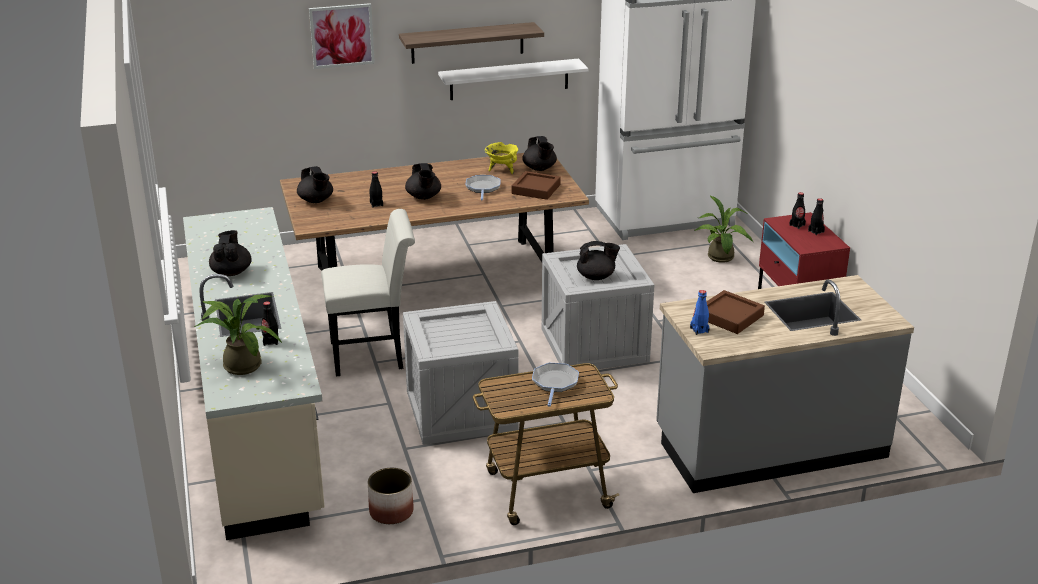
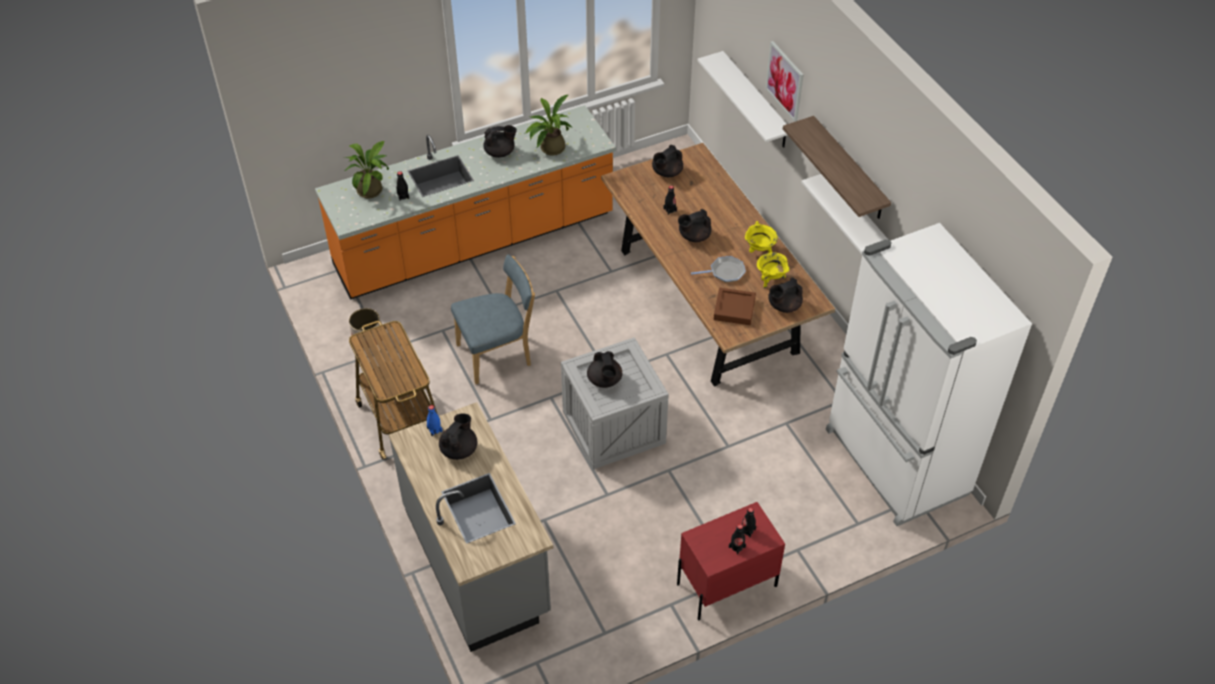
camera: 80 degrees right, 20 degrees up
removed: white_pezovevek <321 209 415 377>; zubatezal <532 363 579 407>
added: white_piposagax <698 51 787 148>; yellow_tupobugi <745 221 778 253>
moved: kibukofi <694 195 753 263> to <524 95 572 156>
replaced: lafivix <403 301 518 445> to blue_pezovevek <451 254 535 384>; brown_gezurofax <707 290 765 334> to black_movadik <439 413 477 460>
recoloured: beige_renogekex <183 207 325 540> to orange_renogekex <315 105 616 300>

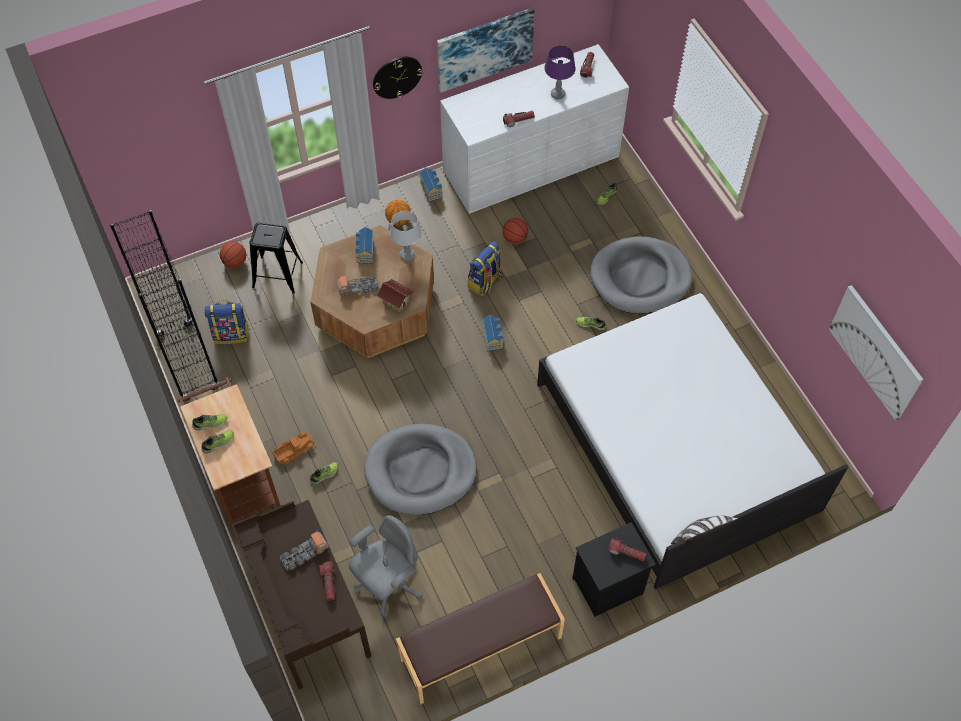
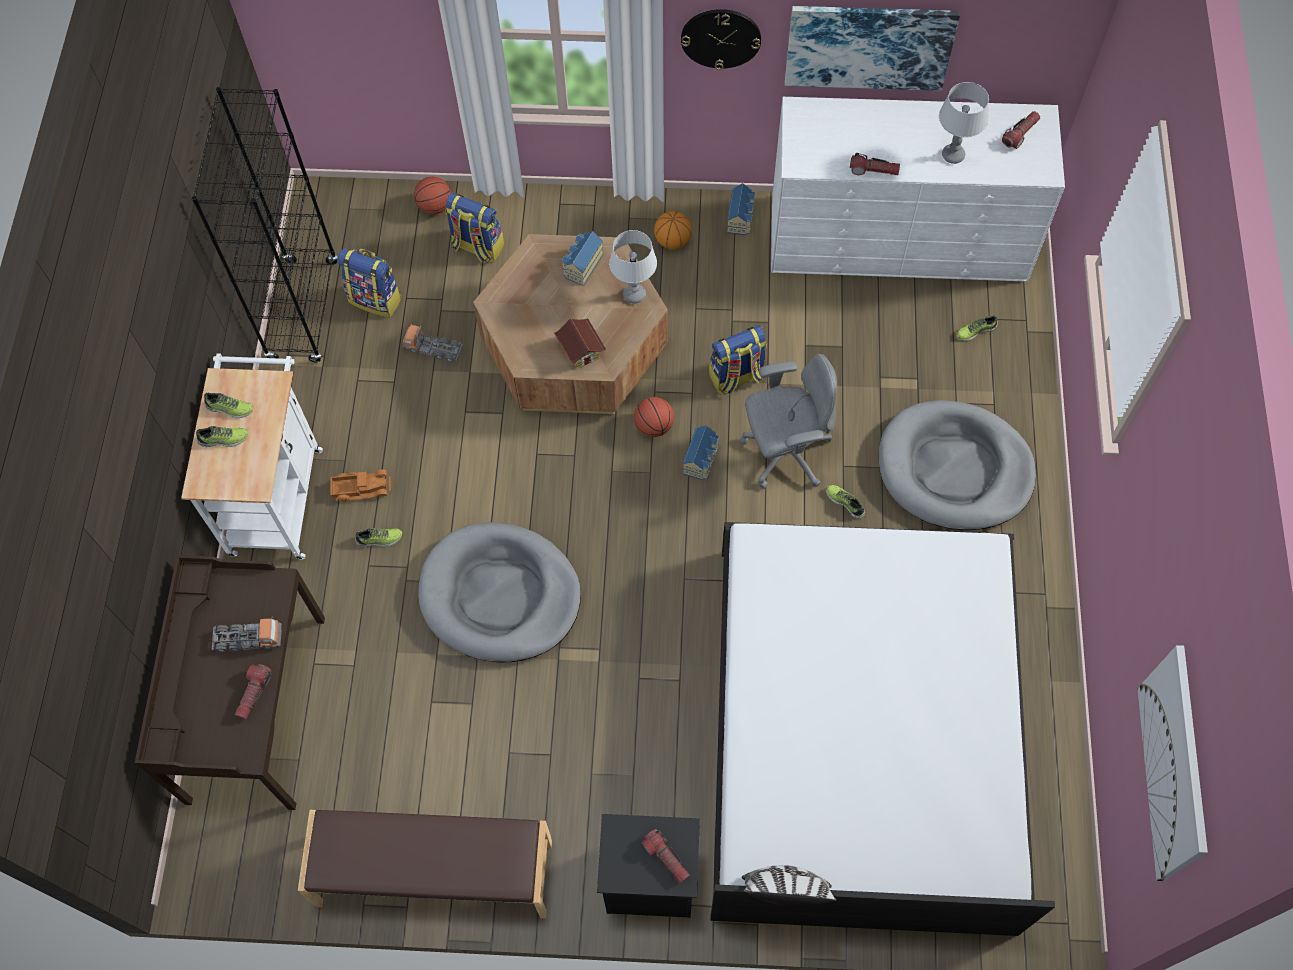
camera: 30 degrees right, 5 degrees up
moved: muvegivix <337 275 379 296> to <403 324 463 362>; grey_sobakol <349 515 423 618> to <740 353 837 489>; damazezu <502 218 528 244> to <634 397 674 437>
replaced: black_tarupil <250 223 303 294> to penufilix <445 193 504 263>
recoloured: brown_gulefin <177 377 282 527> to white_gulefin <181 353 323 559>; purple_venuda <544 45 576 99> to grey_venuda <939 82 989 164>

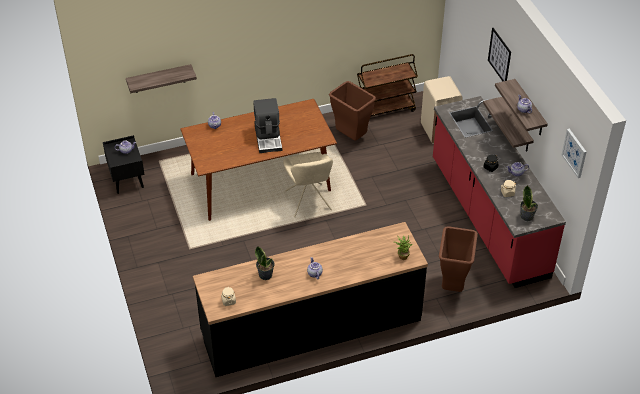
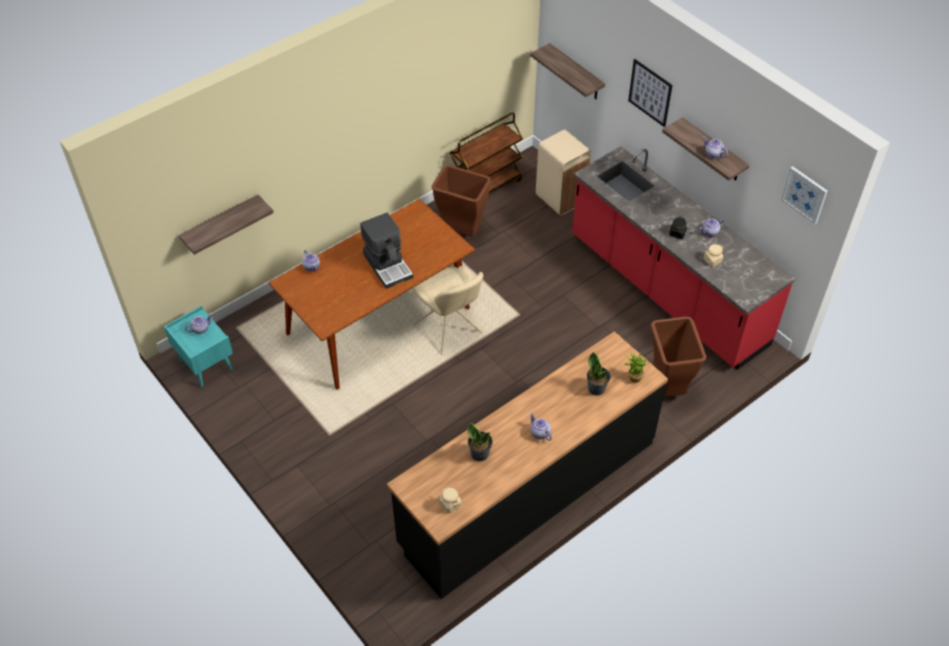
camera: 20 degrees left, 5 degrees up
moved: piposagax <483 97 534 151> to <530 43 605 99>; kibukofi <520 185 538 221> to <587 352 611 395>
recoloured: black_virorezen <103 135 145 194> to turquoise_virorezen <164 306 233 387>

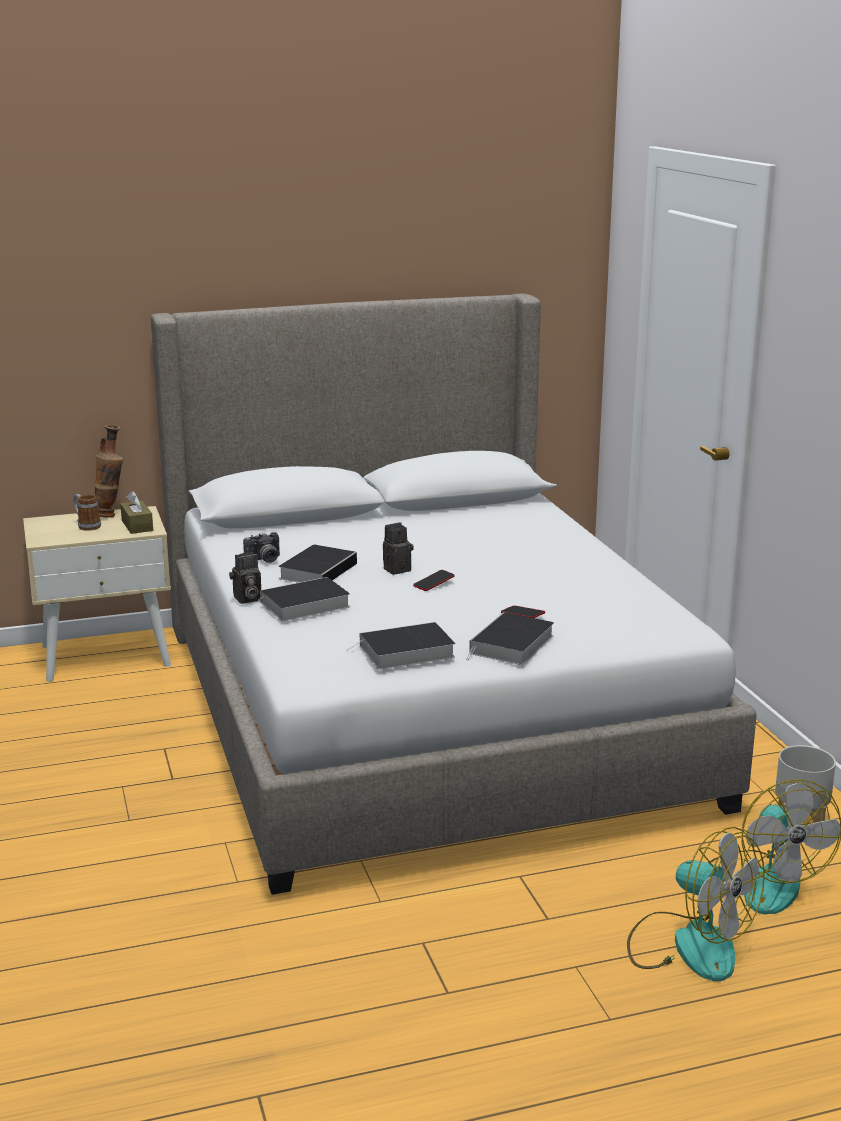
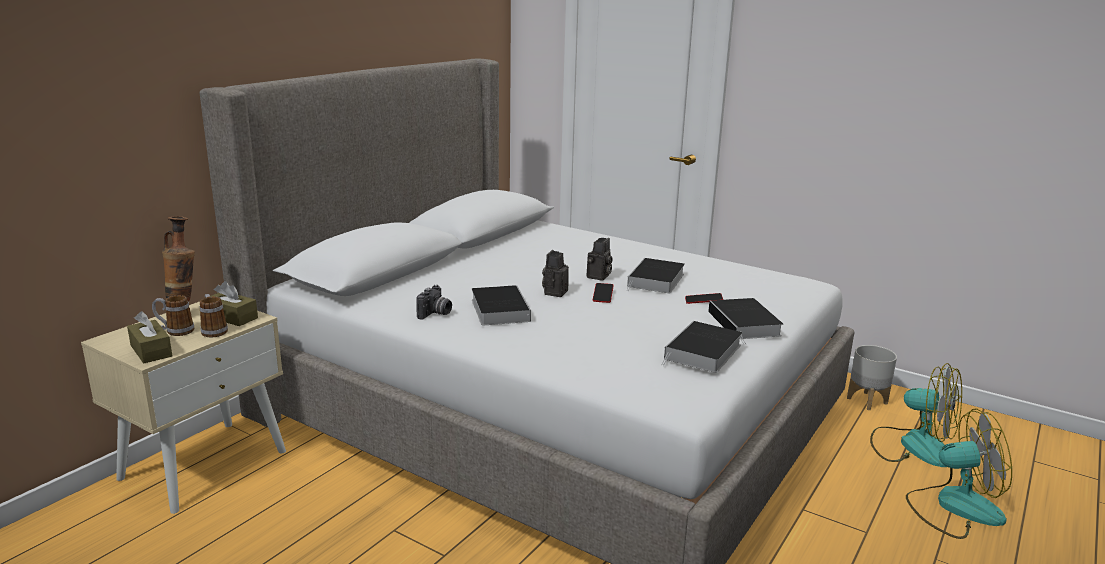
camera: 40 degrees left, 0 degrees up
added: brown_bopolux <127 311 172 363>; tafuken <200 294 228 337>
moved: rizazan <229 552 261 604> to <587 238 612 281>; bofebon <248 577 350 621> to <627 258 685 294>

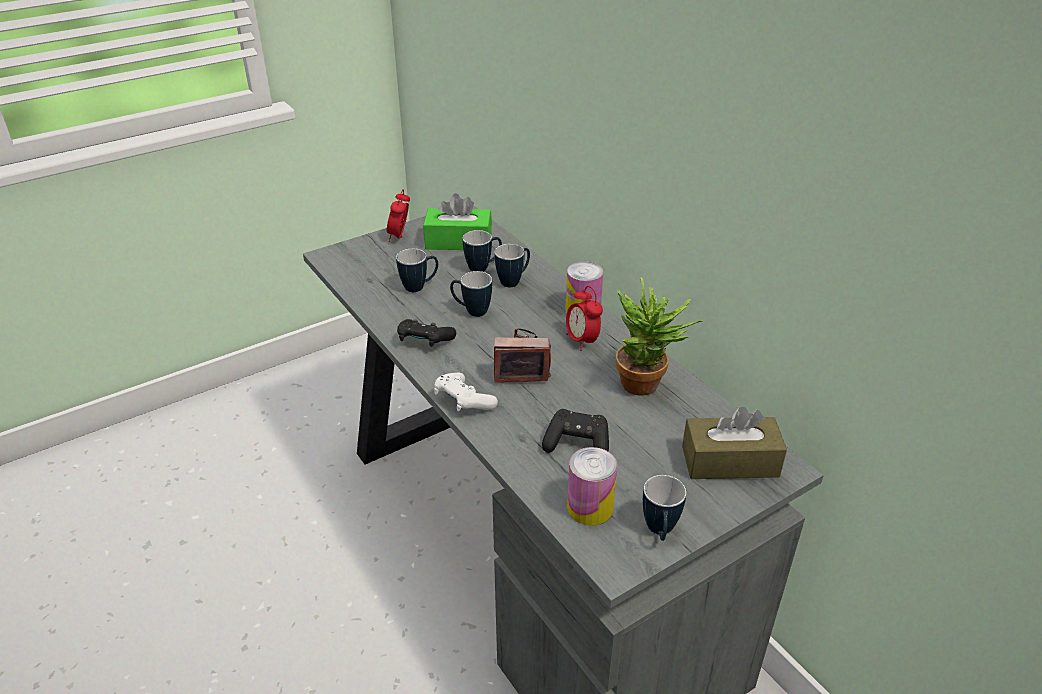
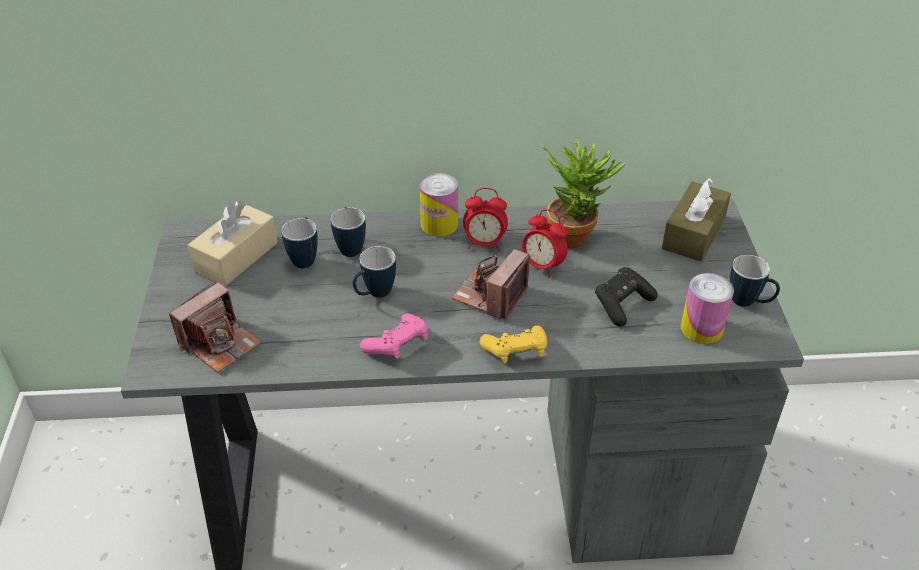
camera: 60 degrees left, 5 degrees up
removed: tafuken <396 248 438 292>
added: rizazan <169 281 261 373>
moved: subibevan <387 189 410 242> to <522 209 568 277>
recoloured: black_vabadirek <397 319 456 347> to pink_vabadirek <360 313 428 359>; green_bopolux <423 193 492 250> to beige_bopolux <188 200 278 286>; white_vabadirek <434 373 498 411> to yellow_vabadirek <480 325 547 363>

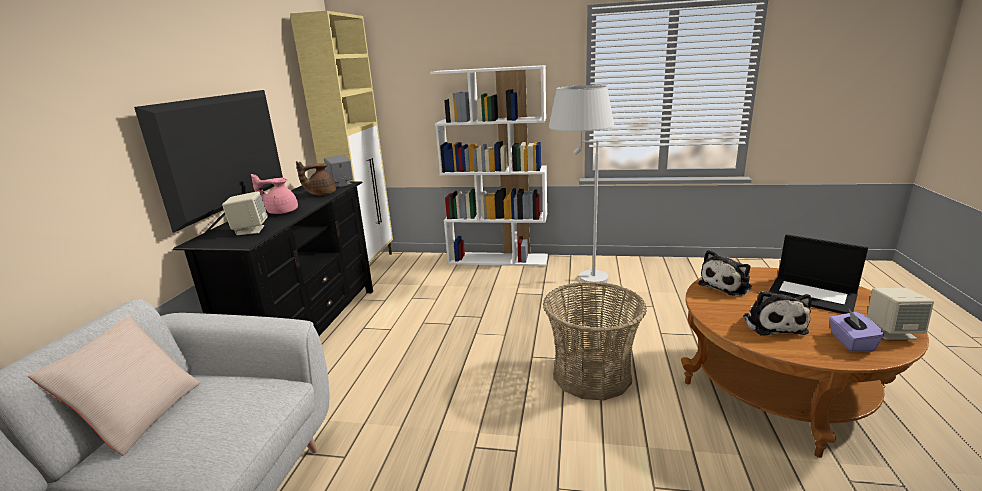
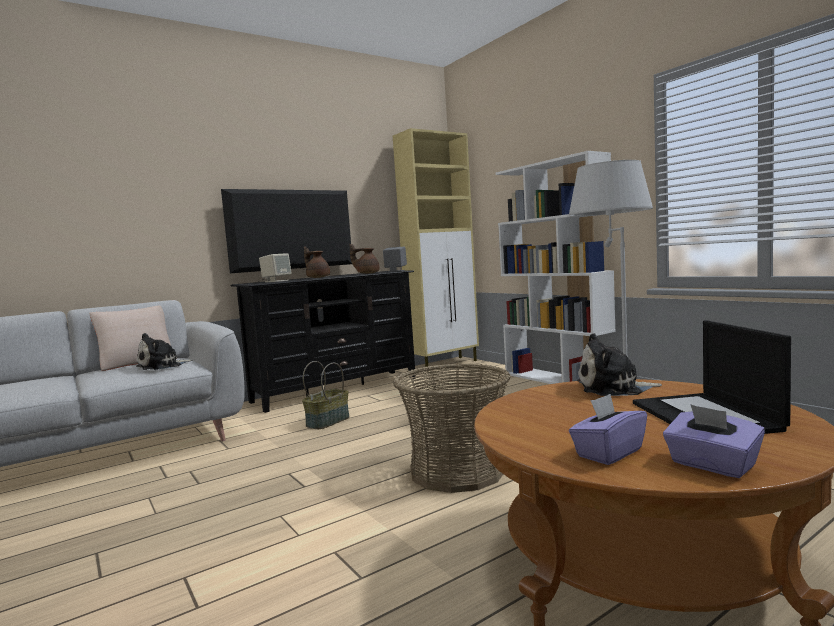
camera: 45 degrees right, 15 degrees down
added: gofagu <302 361 350 429>
moved: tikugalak <743 291 812 335> to <136 333 193 370>
replaced: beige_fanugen <867 288 934 340> to purple_bopolux <663 404 765 478>
recoloured: pink_movadik <251 174 298 214> to brown_movadik <304 246 330 278>

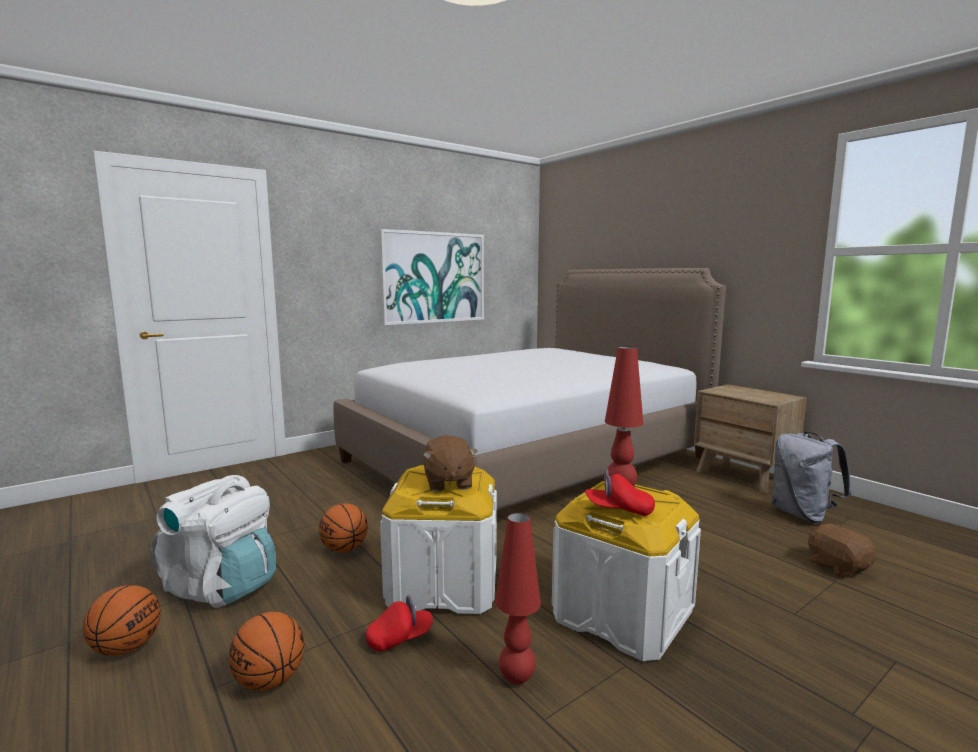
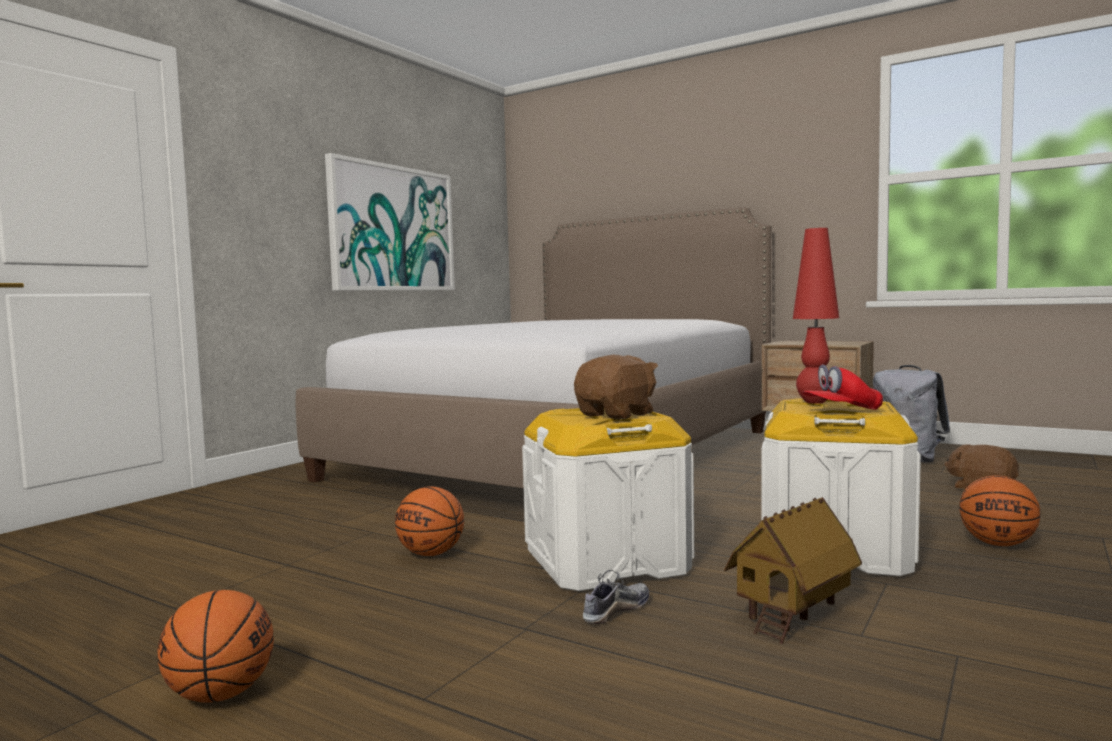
camera: 20 degrees left, 5 degrees down
removed: white_penufilix <151 475 276 608>
moved: damazezu <229 612 305 691> to <959 475 1040 546>
replaced: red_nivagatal <366 595 433 652> to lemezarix <583 570 649 624>; red_venuda <495 513 541 685> to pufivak <725 497 862 644>
turned: brown_tikugalak <423 435 478 492> = <574 355 658 420> 105 degrees counterclockwise

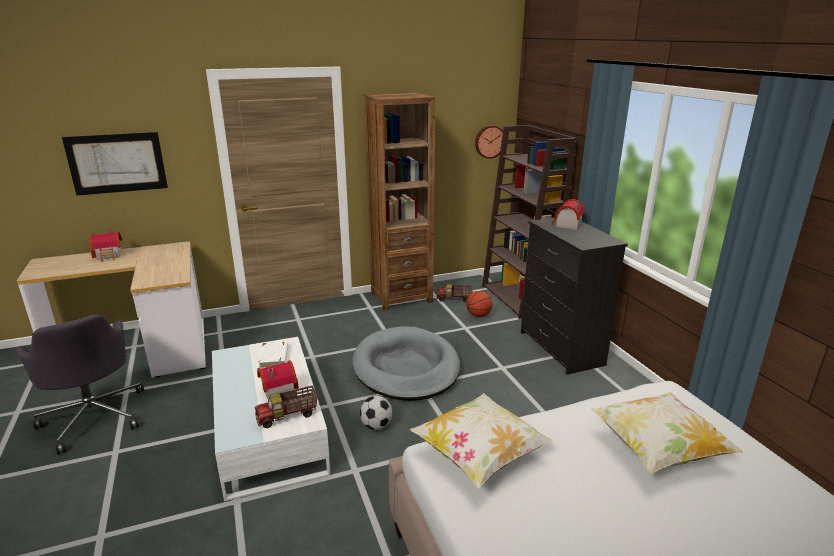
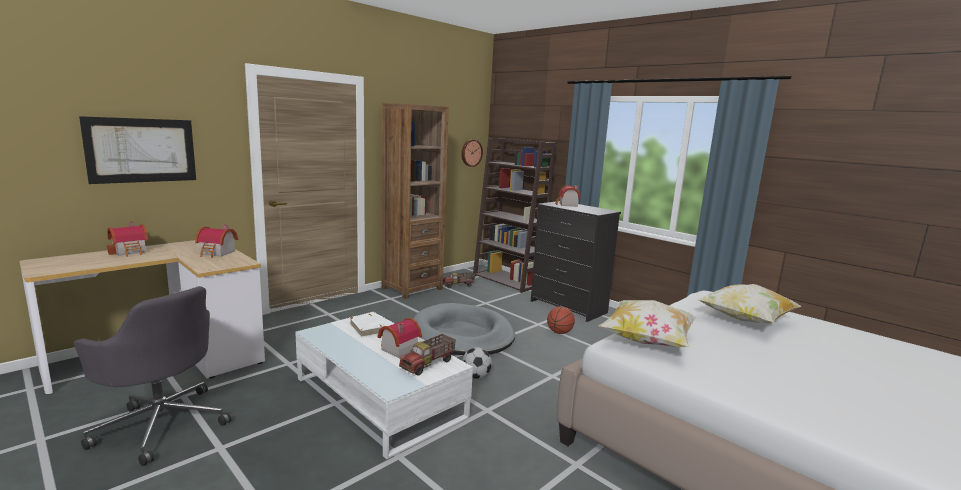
camera: 25 degrees left, 10 degrees down
added: pufivak <195 224 238 258>
moved: damazezu <466 291 492 317> to <547 307 575 334>

